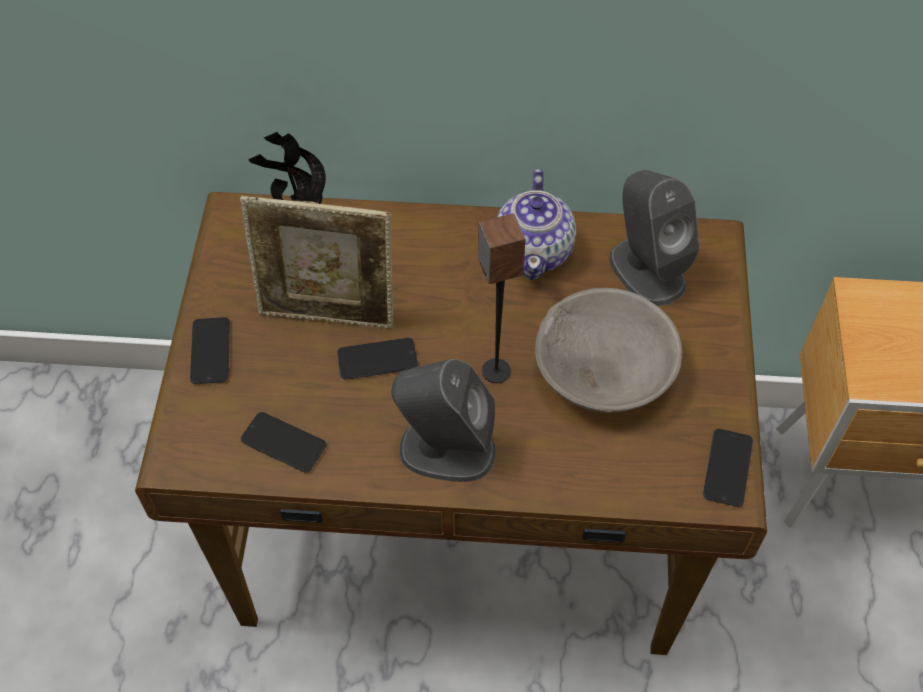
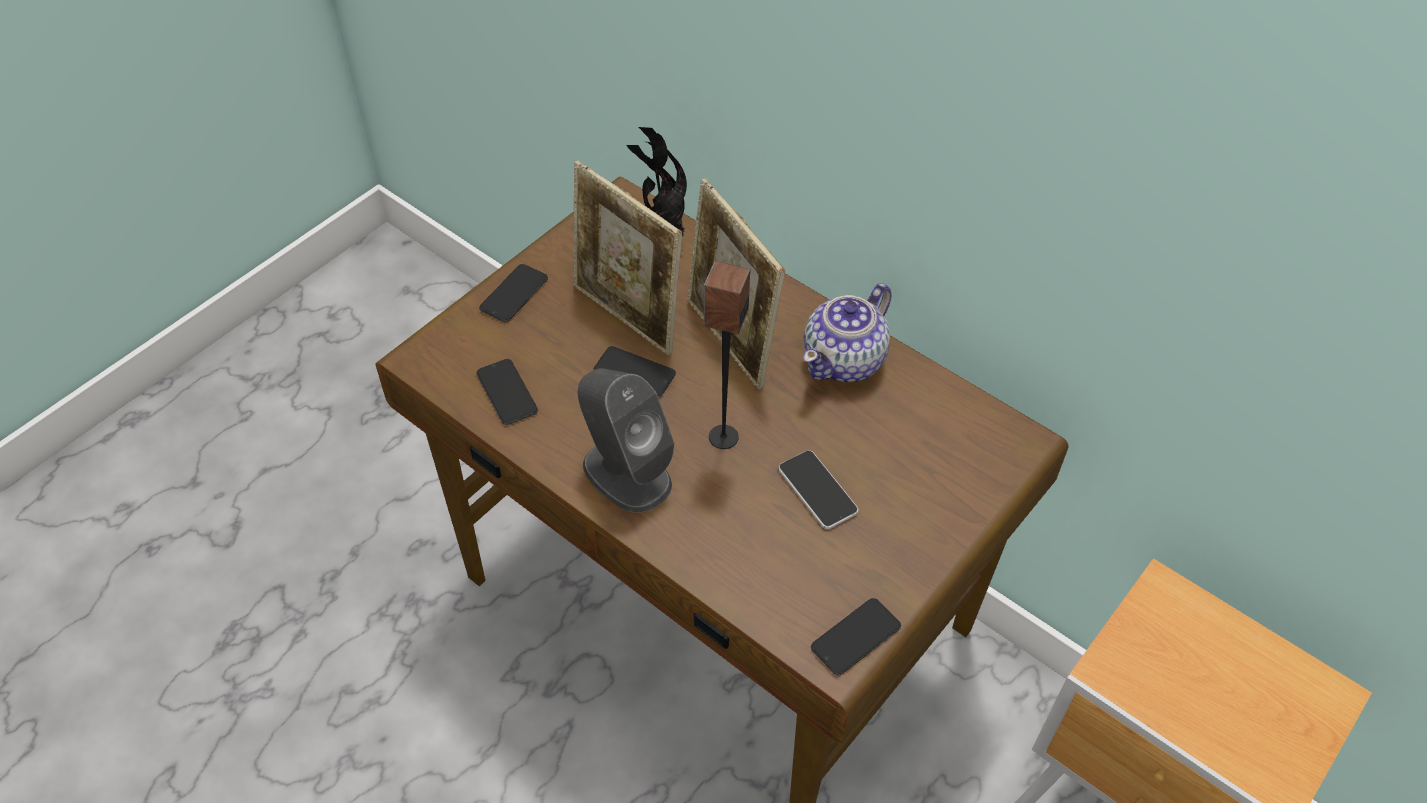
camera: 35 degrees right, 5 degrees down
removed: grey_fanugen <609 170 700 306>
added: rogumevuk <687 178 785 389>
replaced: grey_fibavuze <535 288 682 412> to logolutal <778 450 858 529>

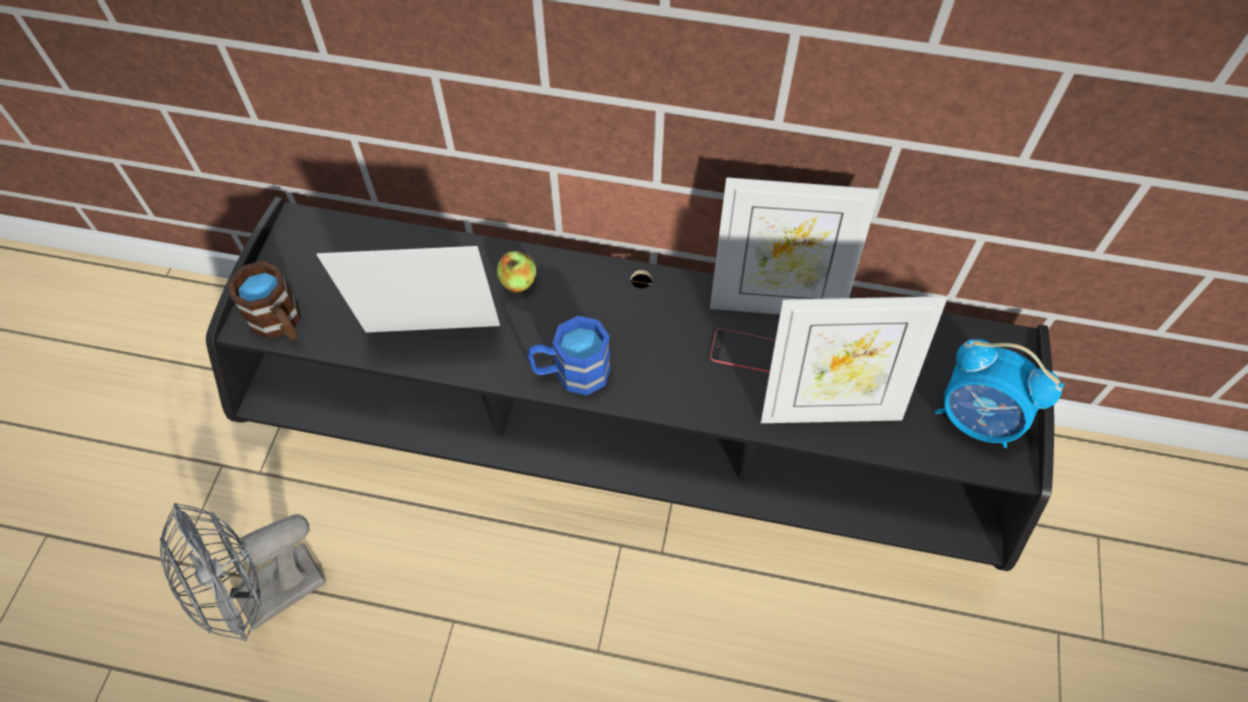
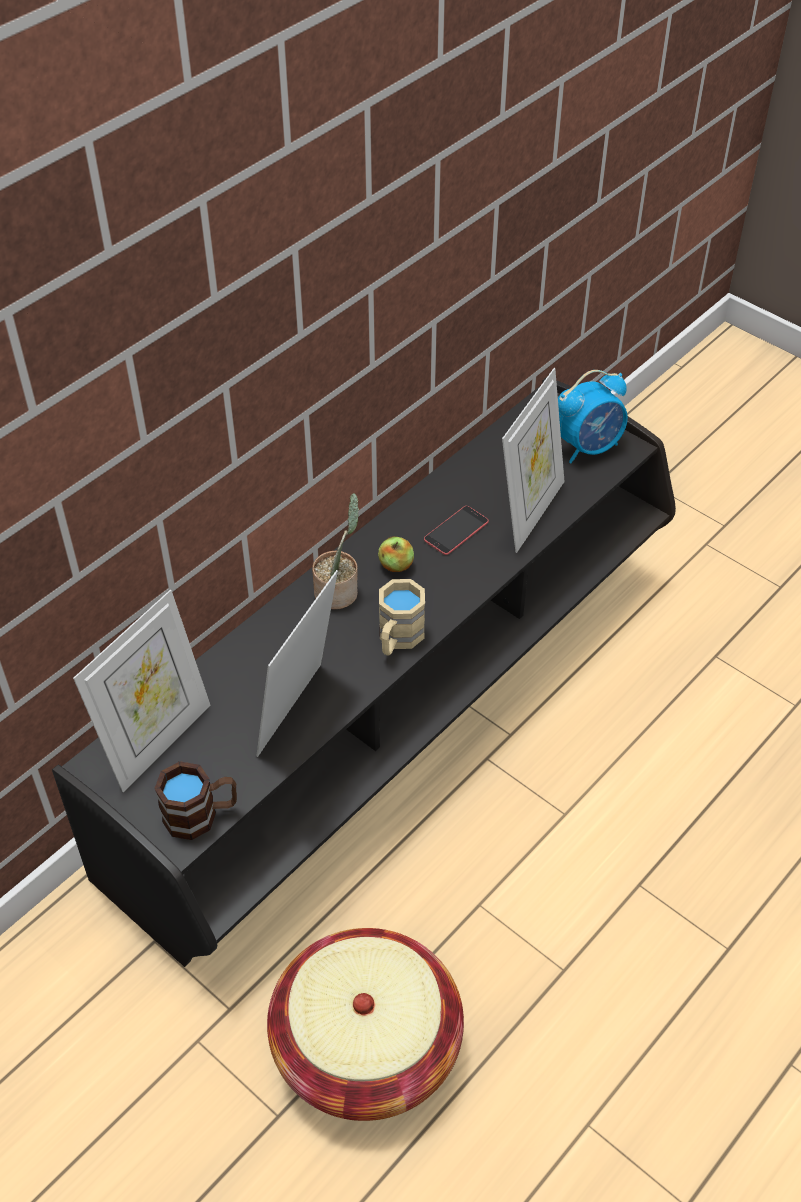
camera: 60 degrees left, 10 degrees down
added: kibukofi <312 493 359 610>
moved: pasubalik <497 251 536 293> to <378 536 414 572>; rogumevuk <710 177 880 315> to <73 590 210 792>
replaced: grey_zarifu <160 503 326 642> to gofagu <267 928 464 1121>
recoloured: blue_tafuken <528 316 611 395> to beige_tafuken <379 579 425 655>

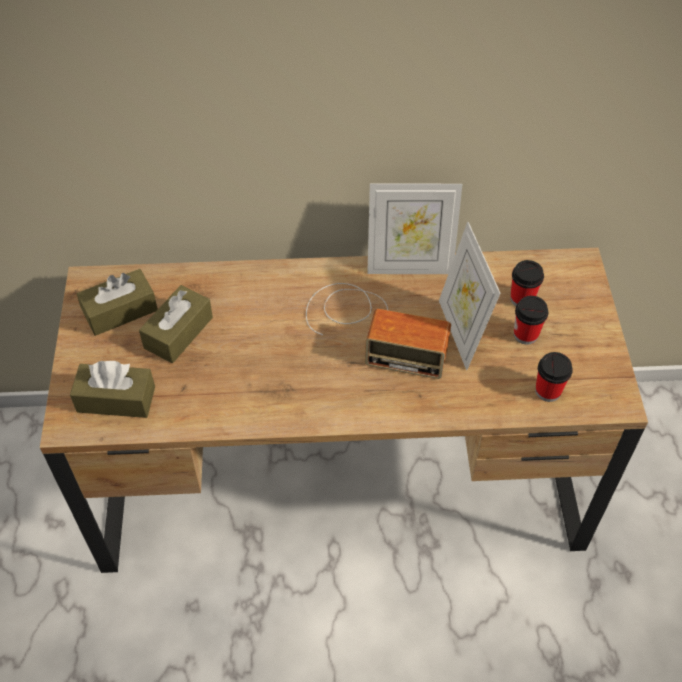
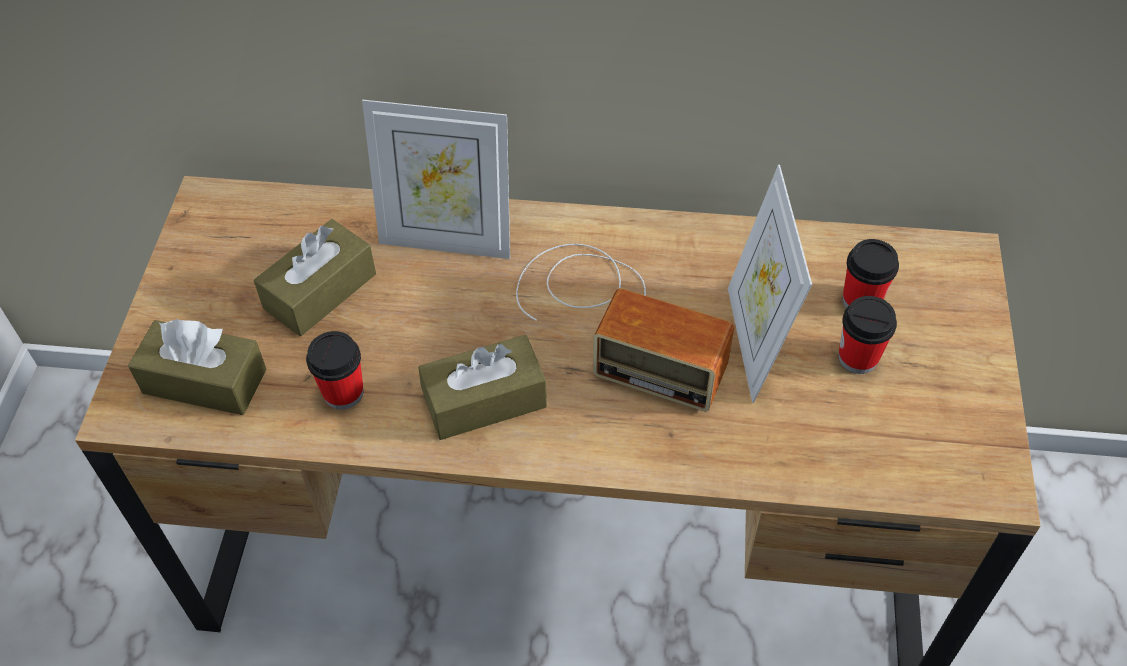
camera: 10 degrees right, 0 degrees up
moved: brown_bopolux <77 269 158 336> to <418 335 547 440>; rogumevuk <367 183 462 274> to <362 100 510 259>; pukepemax <535 352 573 402> to <306 331 363 410>

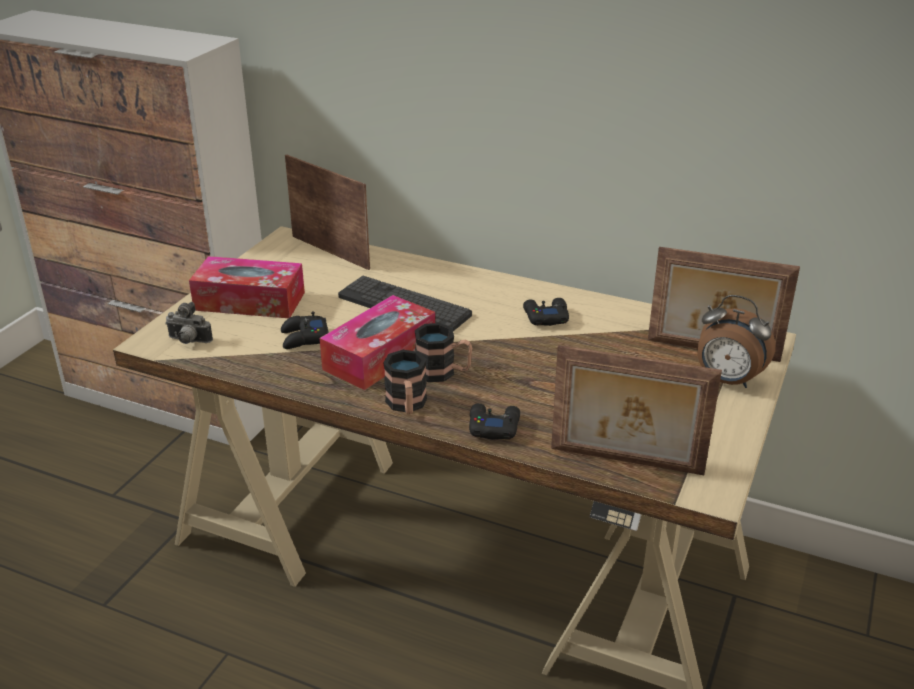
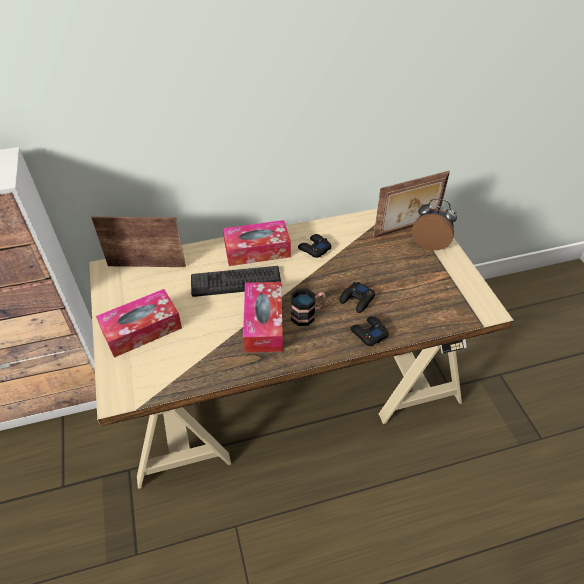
camera: 40 degrees left, 15 degrees up
removed: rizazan <165 302 213 344>; tafuken <383 350 427 414>; rogumevuk <551 345 722 475>
added: bopolux <223 220 291 266>
moved: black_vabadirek <281 311 329 349> to <340 282 375 313>
turned: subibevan <698 295 776 388> = <411 198 457 250> 150 degrees counterclockwise

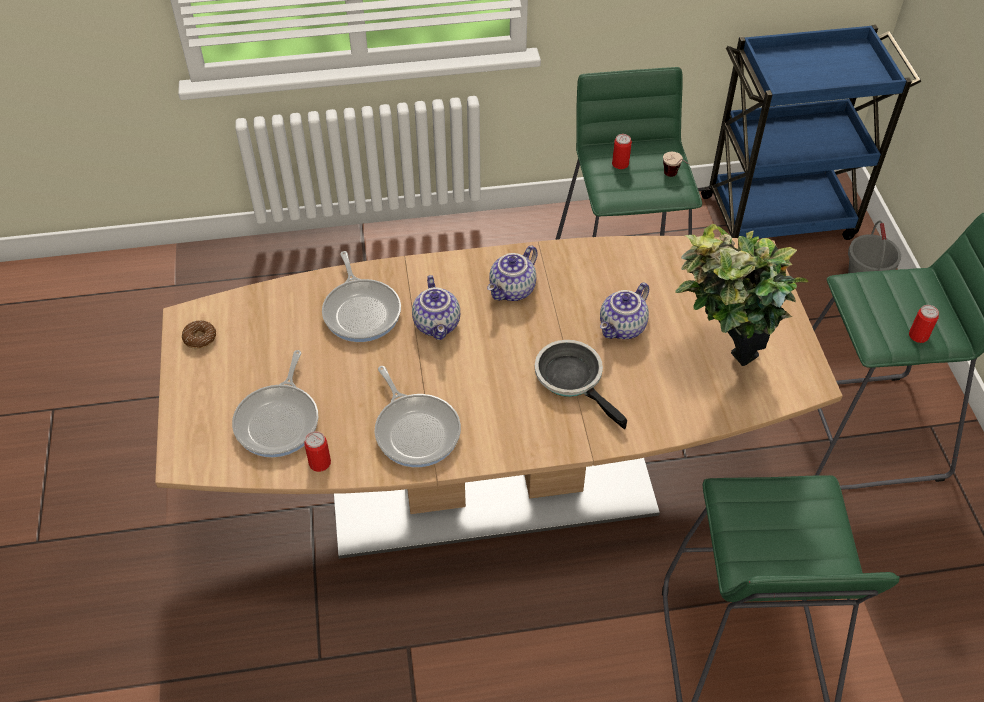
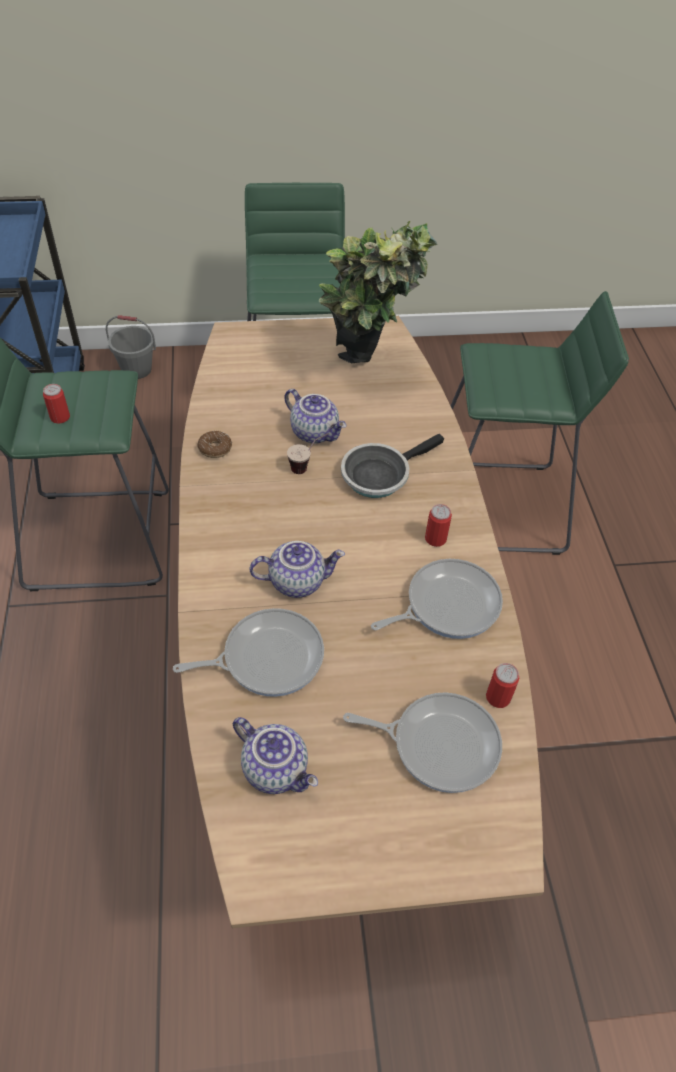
camera: 90 degrees left, 0 degrees up
moved: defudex <182 320 216 349> to <197 431 232 458>; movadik <487 246 538 301> to <233 717 318 794>; pukepemax <663 152 689 177> to <287 433 329 474>; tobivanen <909 305 939 343> to <425 504 452 547>

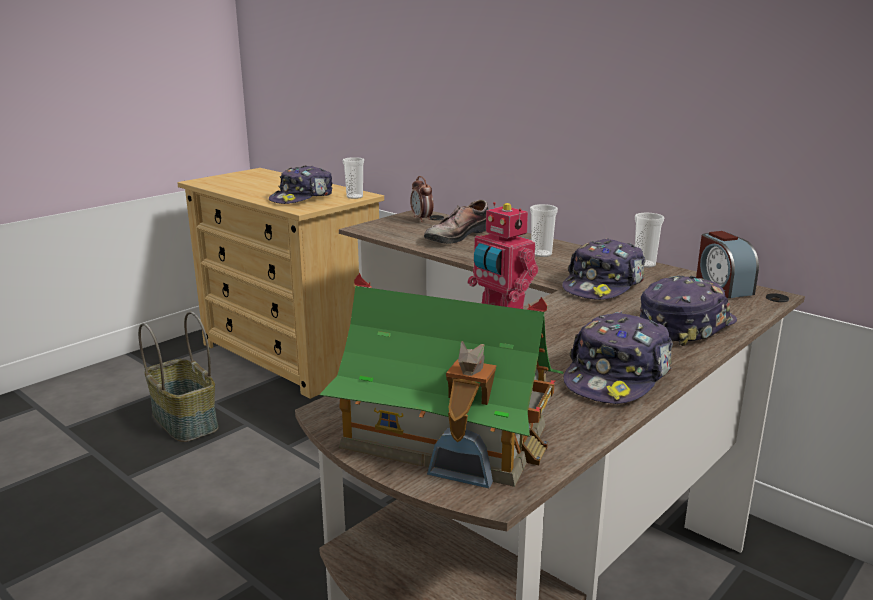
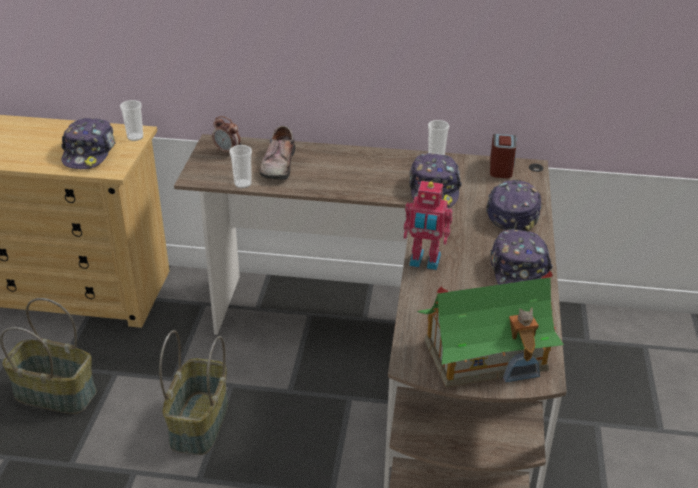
camera: 35 degrees left, 15 degrees up
added: gofagu <159 330 228 455>
moved: pukepemax <530 204 558 257> to <229 145 252 188>
turned: subibevan <696 231 759 298> = <490 134 517 178> 120 degrees counterclockwise

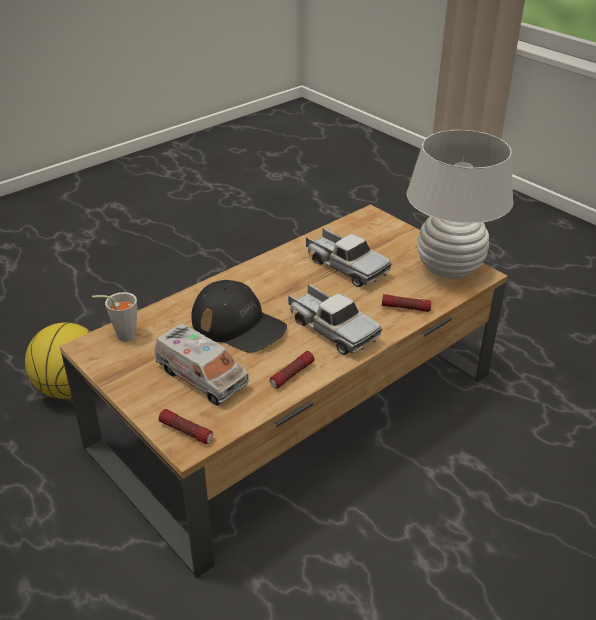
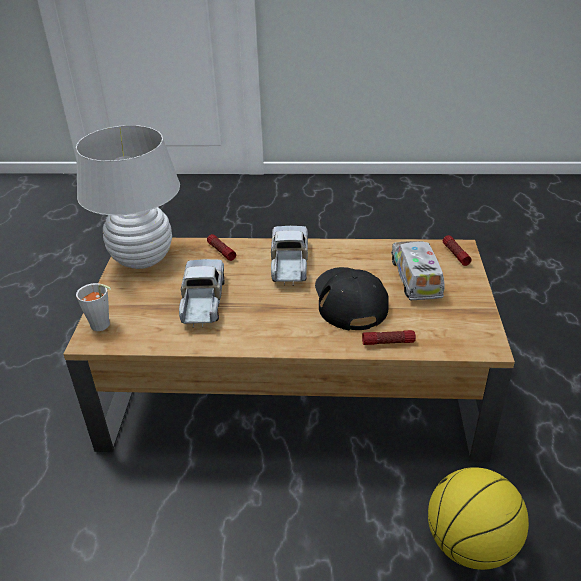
camera: 135 degrees left, 0 degrees up
moved: grey_pukepemax <92 292 137 342> to <76 283 111 331>; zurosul <270 351 314 389> to <362 330 416 345>

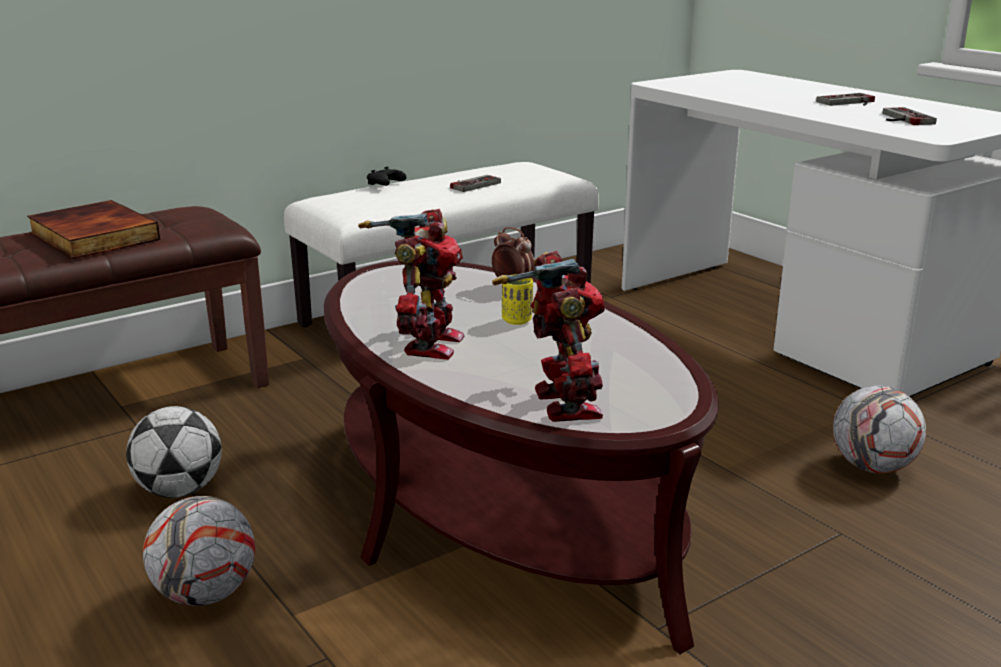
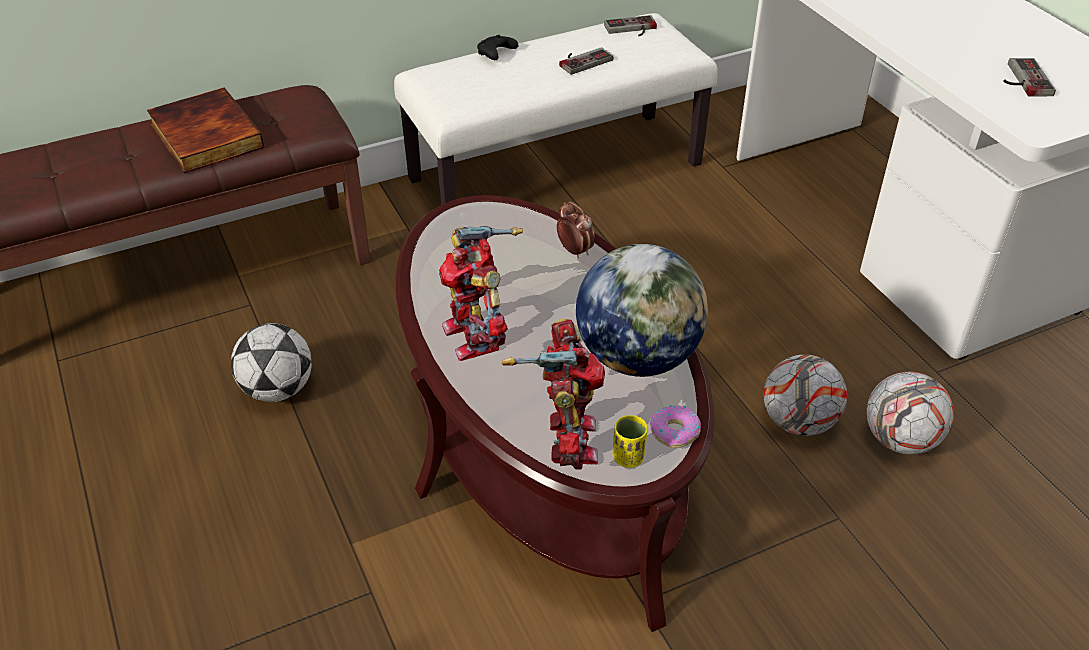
camera: 10 degrees right, 20 degrees up
added: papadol <576 244 708 377>; defudex <650 405 701 448>
moved: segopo <143 496 255 606> to <764 355 847 436>; yellow_pukepemax <502 275 533 325> to <612 415 648 468>; vabadirek <816 93 875 106> to <604 15 657 36>
turned: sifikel <358 209 465 360> = <439 226 523 361> 135 degrees clockwise

